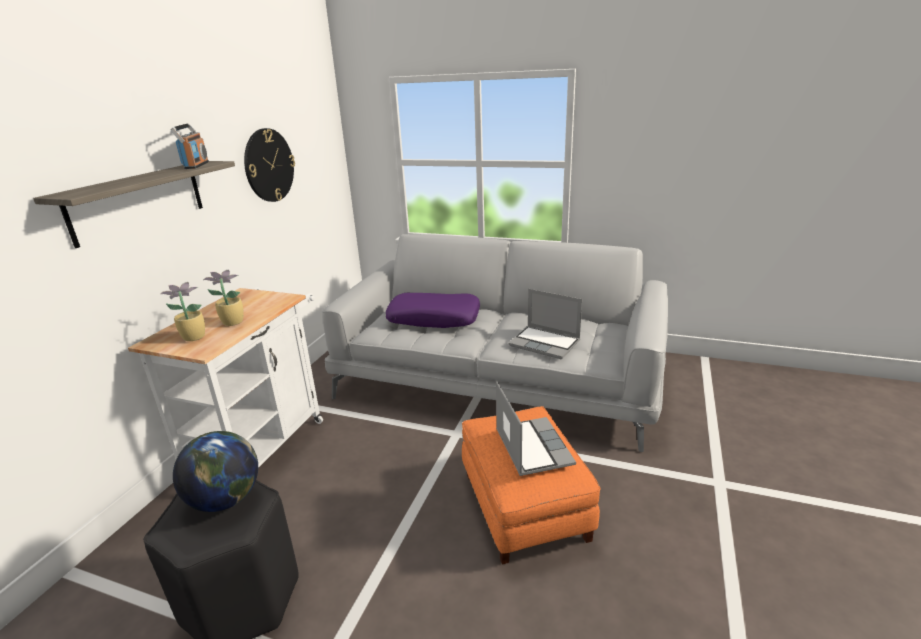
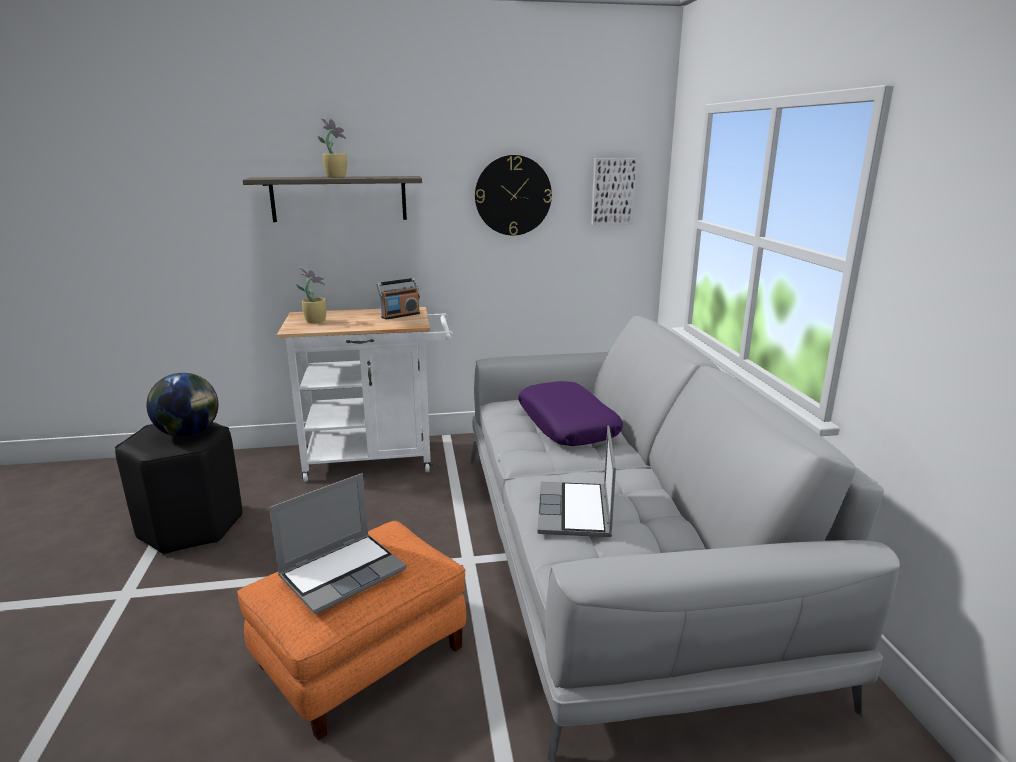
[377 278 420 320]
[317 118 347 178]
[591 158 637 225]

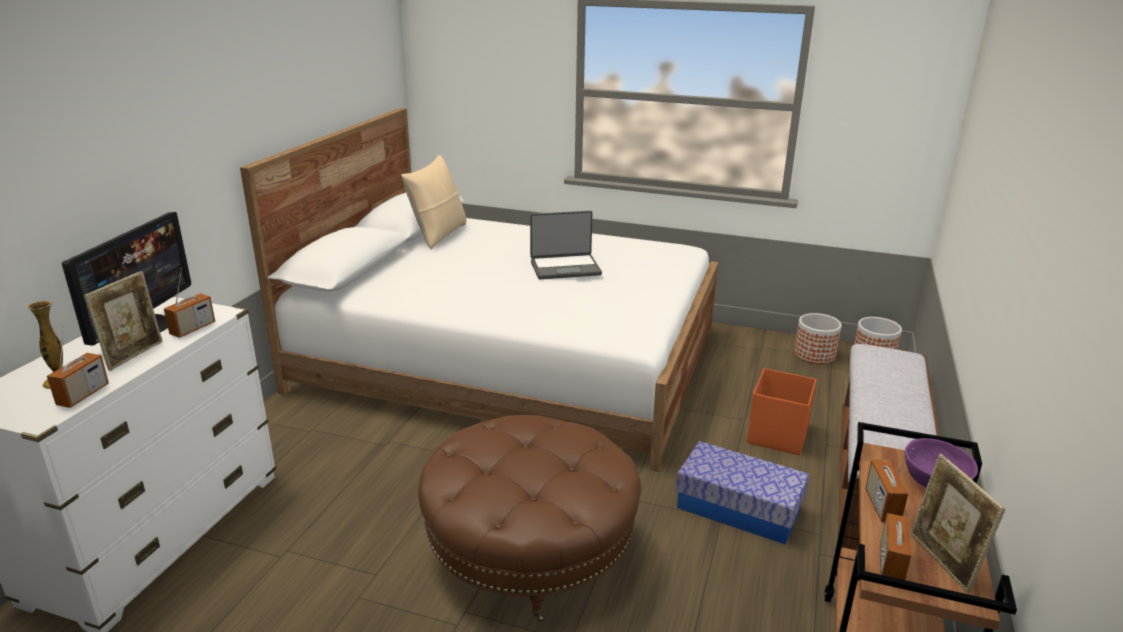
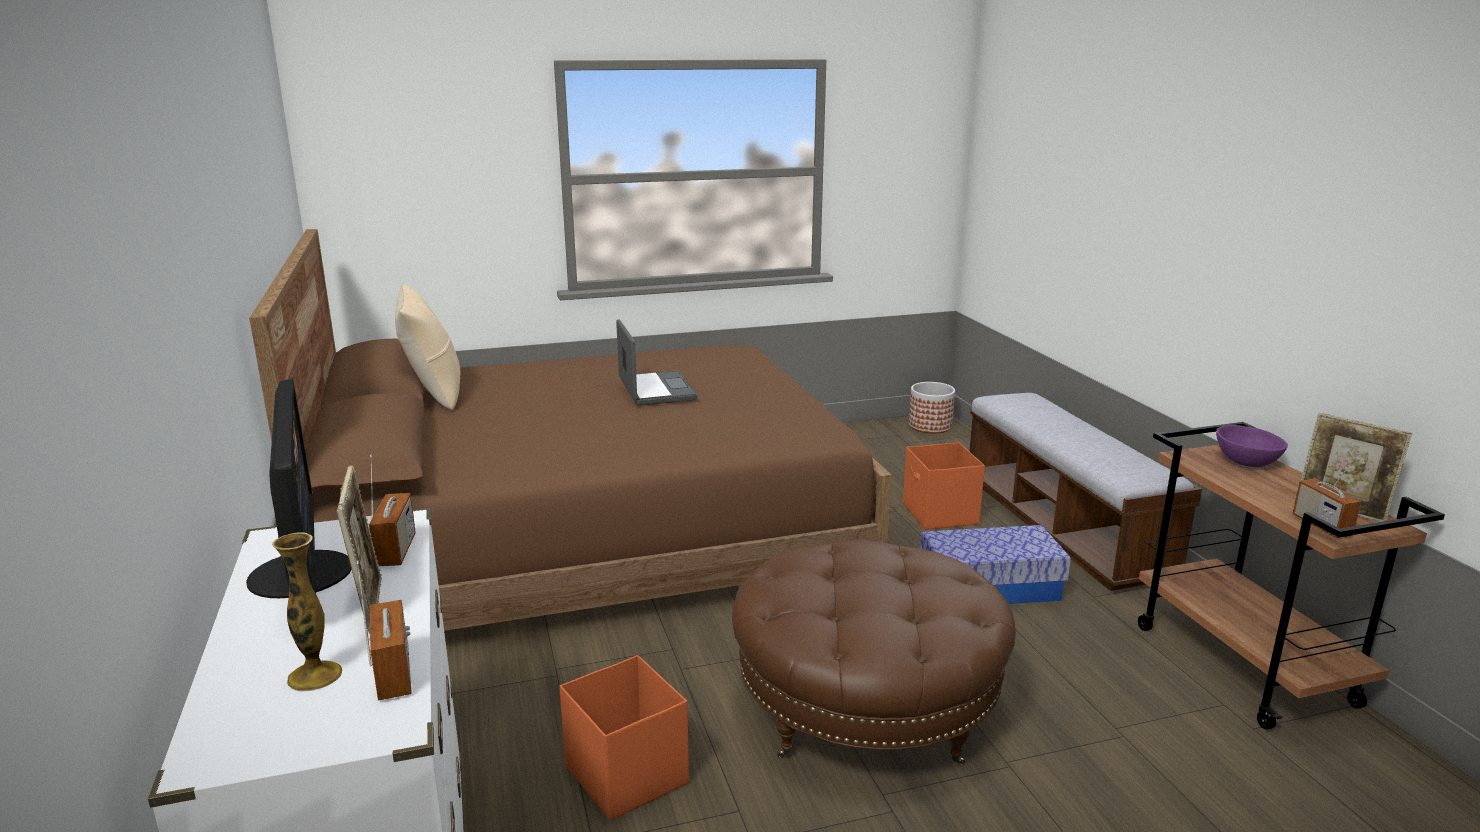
[249 229 891 631]
[616 320 698 406]
[794 313 842 364] (first image)
[865 448 914 522] (first image)
[559 655 689 821]

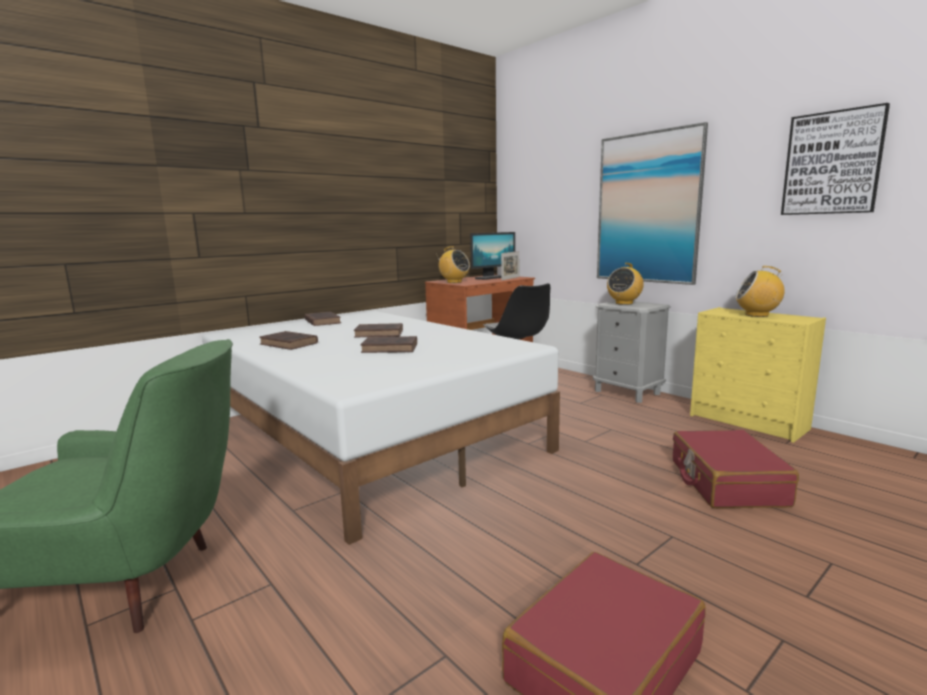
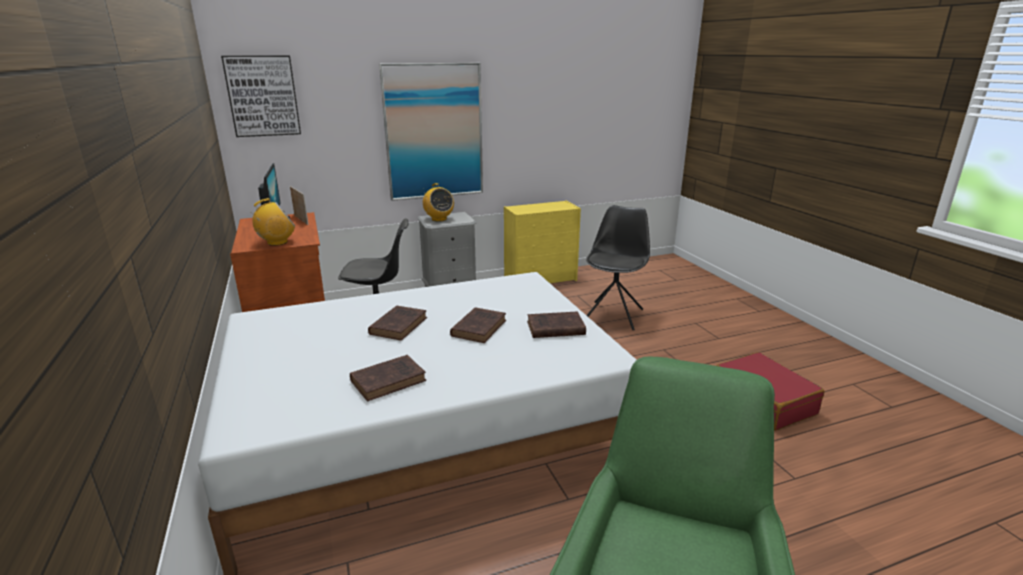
[527 312 586 338]
[586 205 650 330]
[735 266 785 317] (first image)
[221 55 301 137]

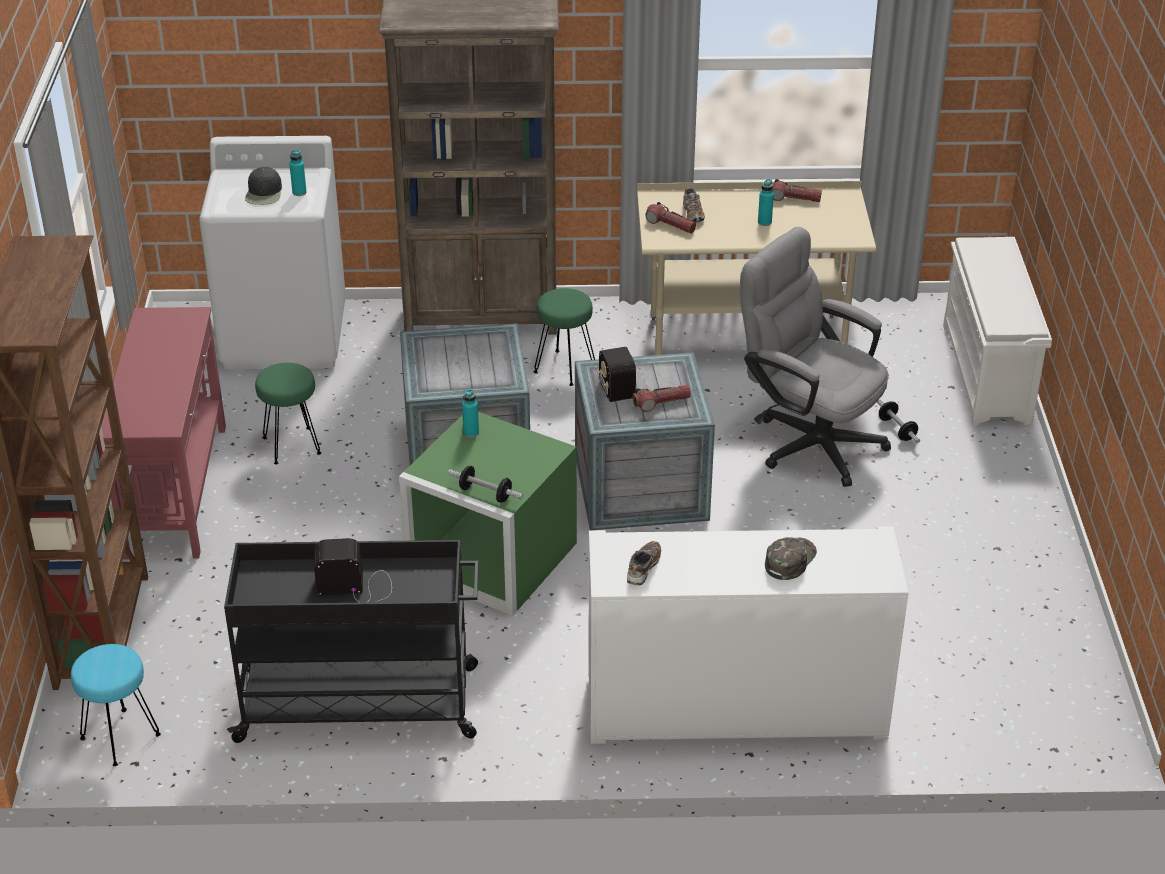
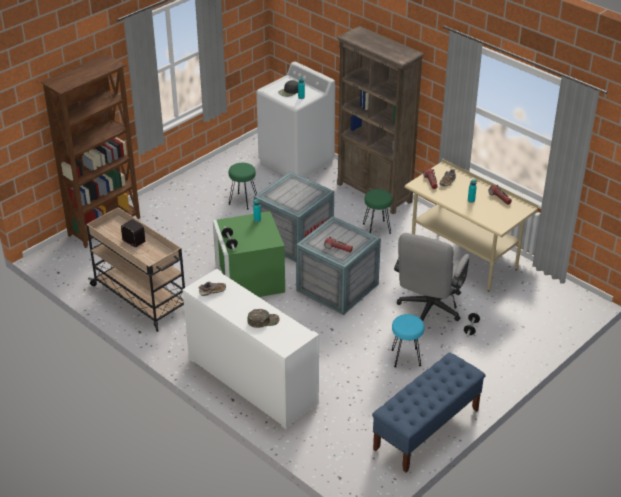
[391 314 424 367]
[101 307 226 560] (first image)
[86 207 185 332]
[593 347 643 402] (first image)
[394 233 469 321]
[943 237 1052 426] (first image)
[372 352 486 472]

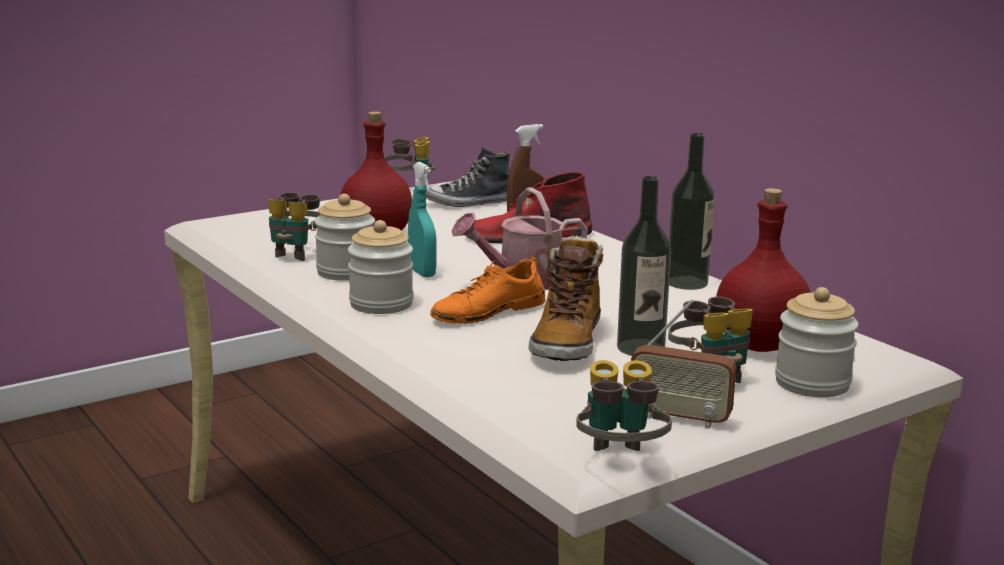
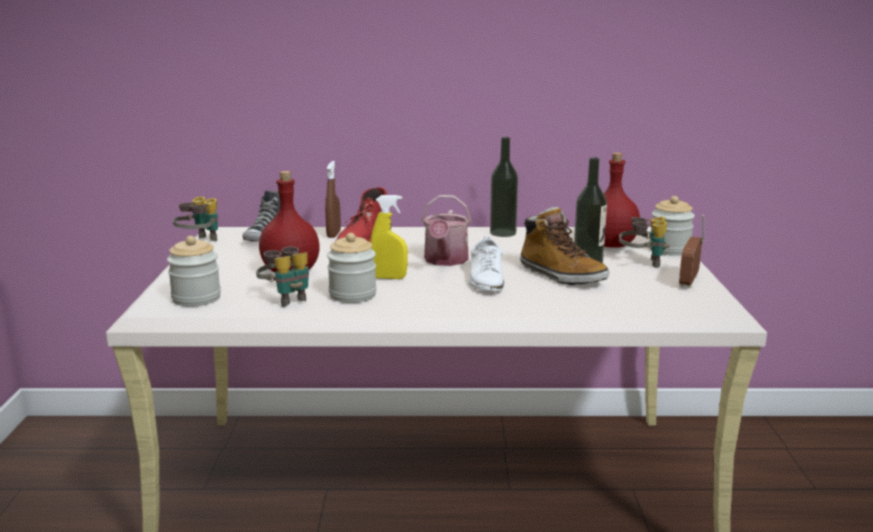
[167 236 221 307]
[370 195 408 279]
[469 236 504 291]
[576 360 672 451] (first image)
[679 215 705 288]

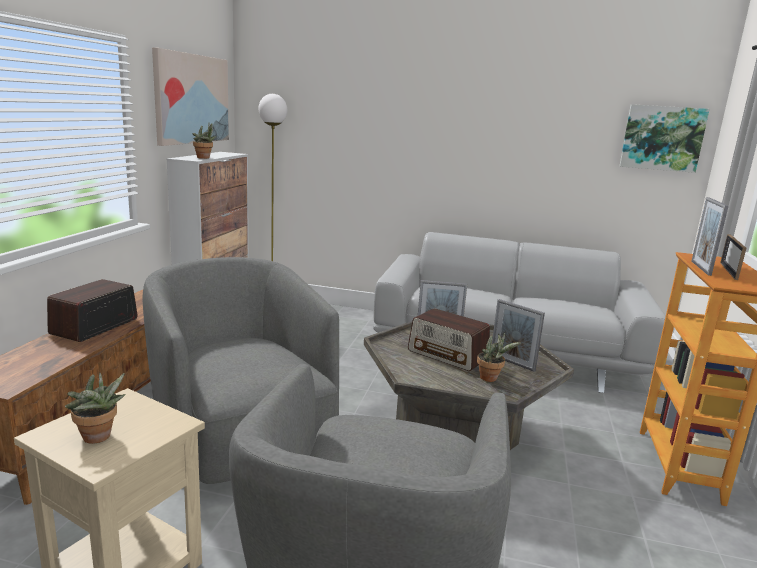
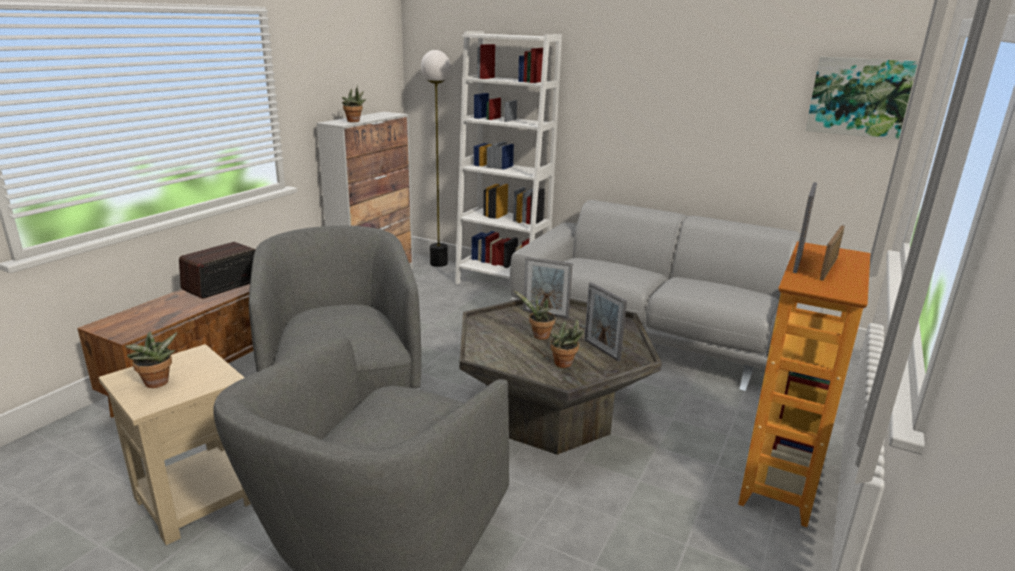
[152 47 229 146] (first image)
[513 290 555 340]
[455 31 562 284]

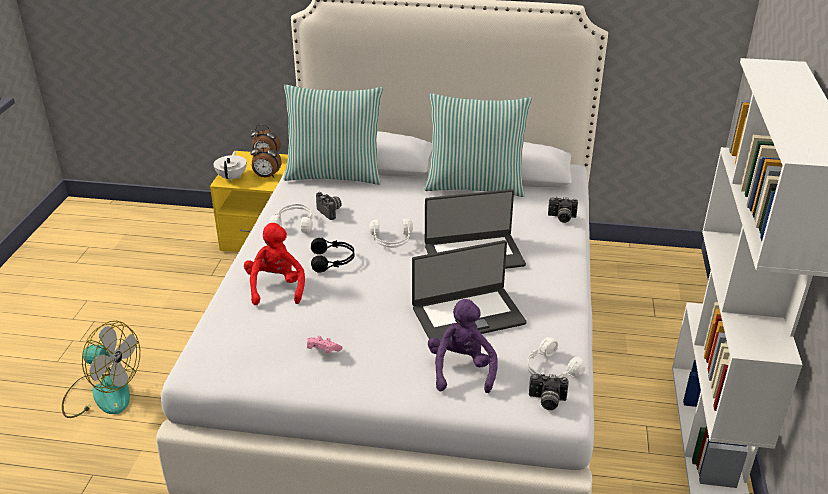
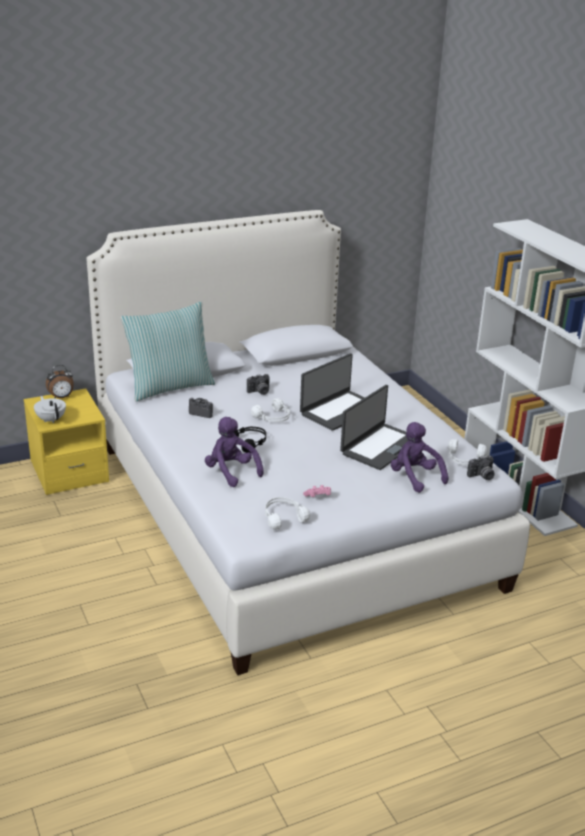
[62 321 140 418] (first image)
[205 417 264 487]
[250 142 282 177] (first image)
[265 497 310 530]
[424 93 532 197] (first image)
[247 374 270 395]

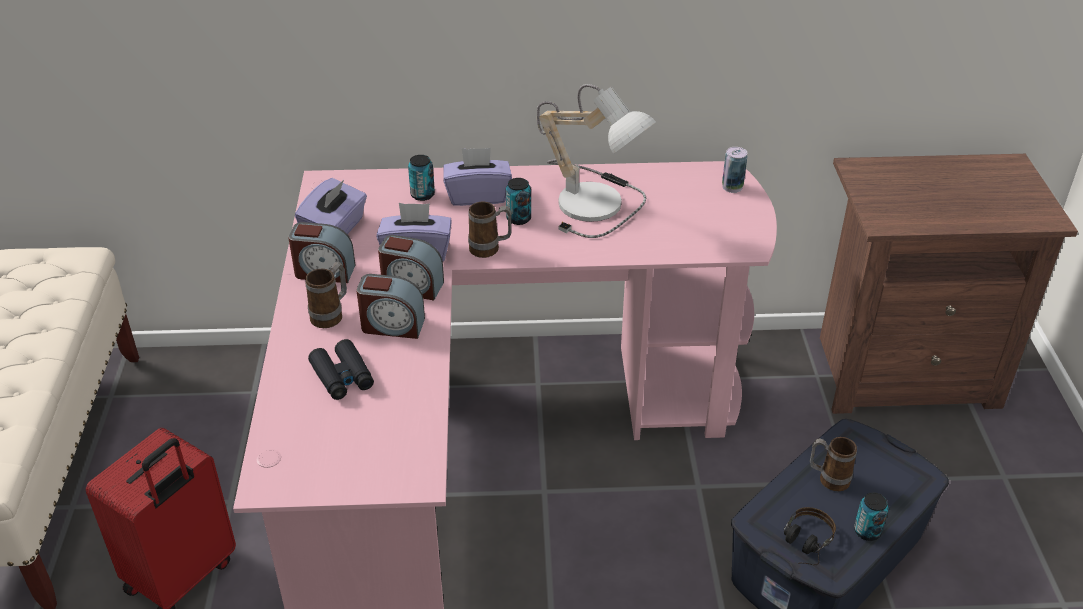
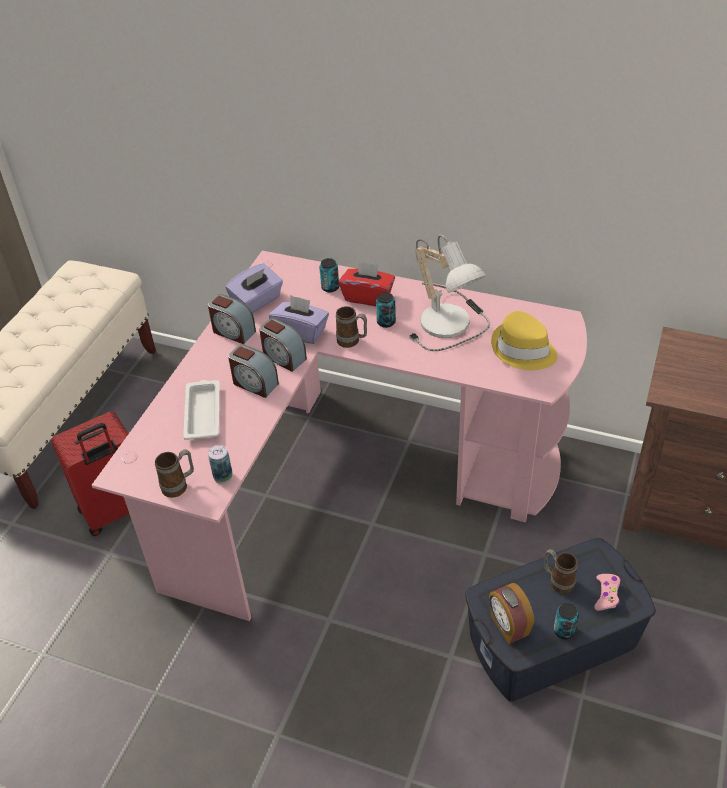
[155 449 194 498]
[183 380 220 440]
[339 261 395 306]
[208 445 233 484]
[489 583 534 644]
[491 311 558 370]
[594 574 621 611]

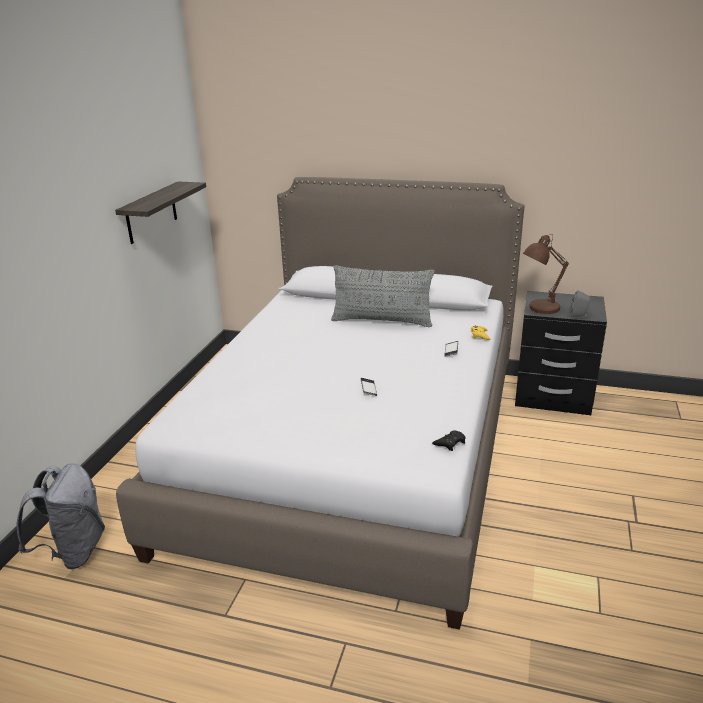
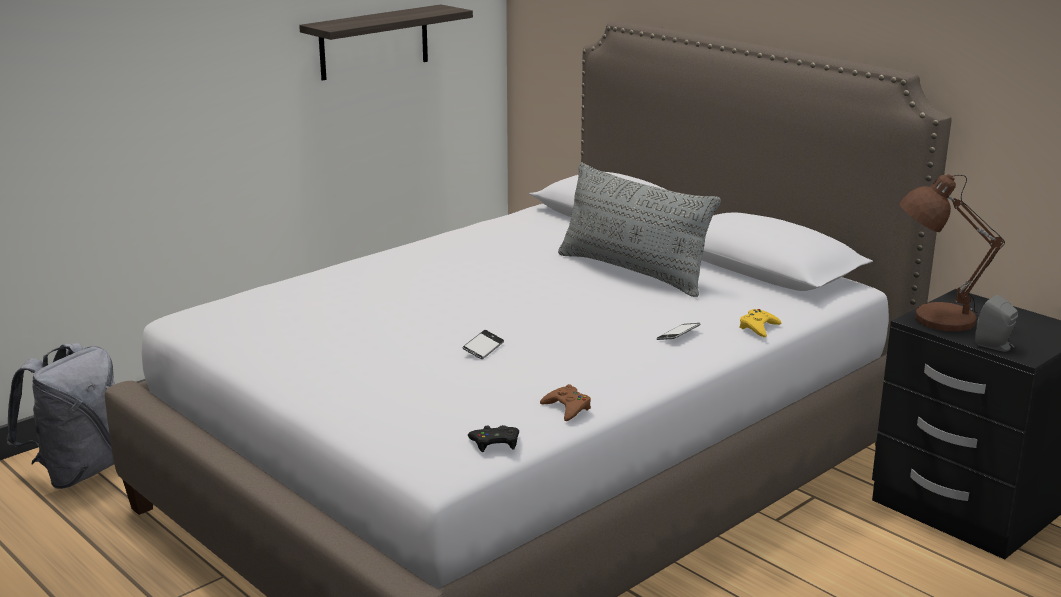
[540 384 591 421]

